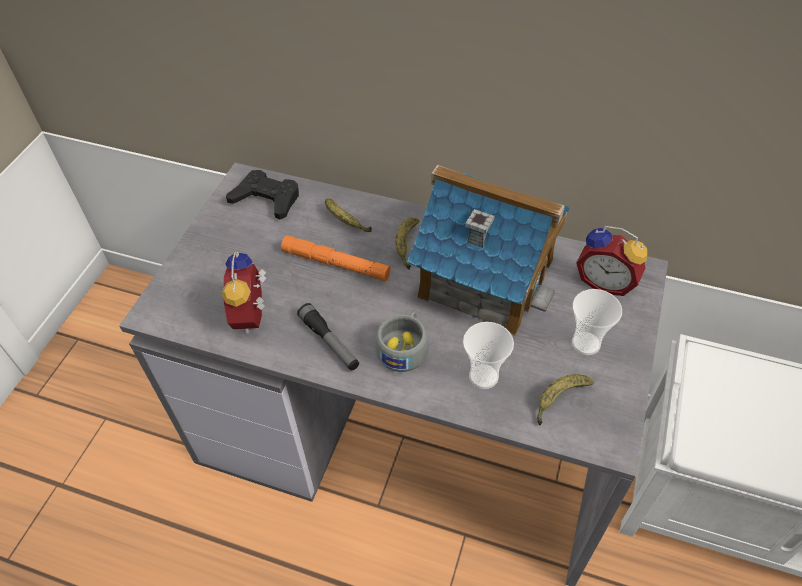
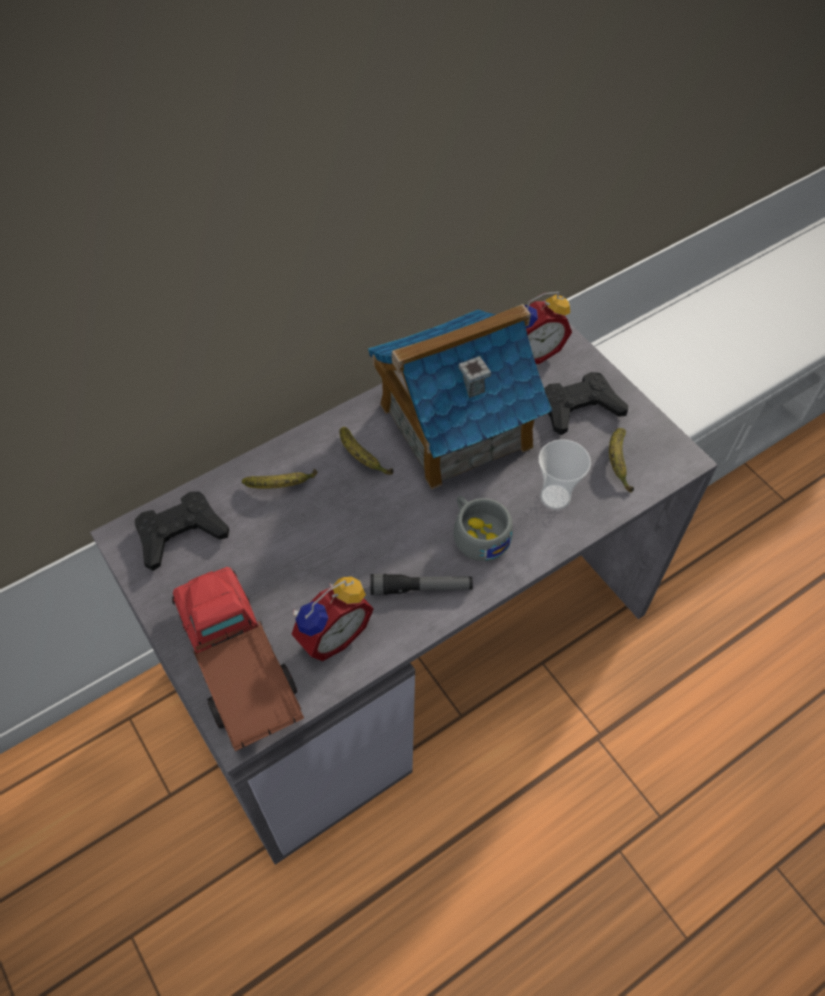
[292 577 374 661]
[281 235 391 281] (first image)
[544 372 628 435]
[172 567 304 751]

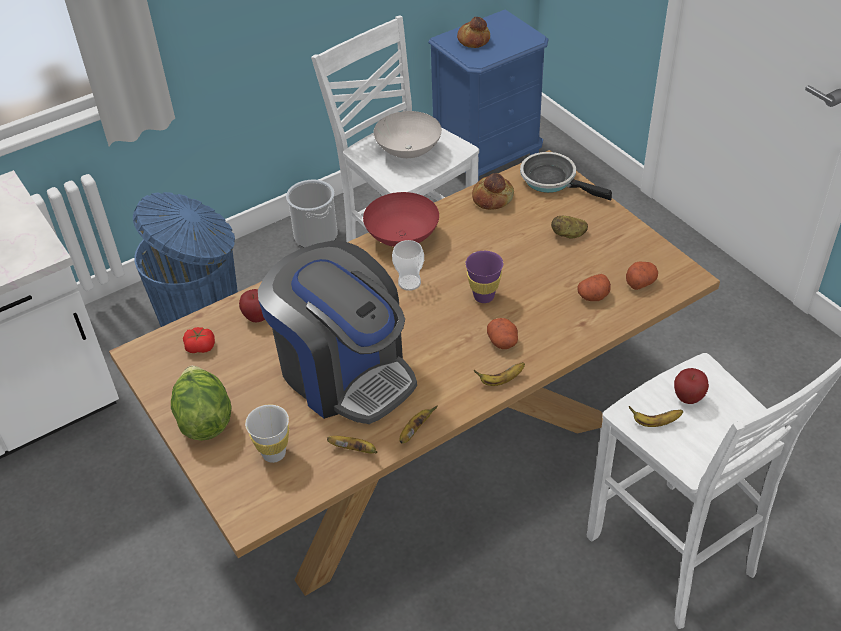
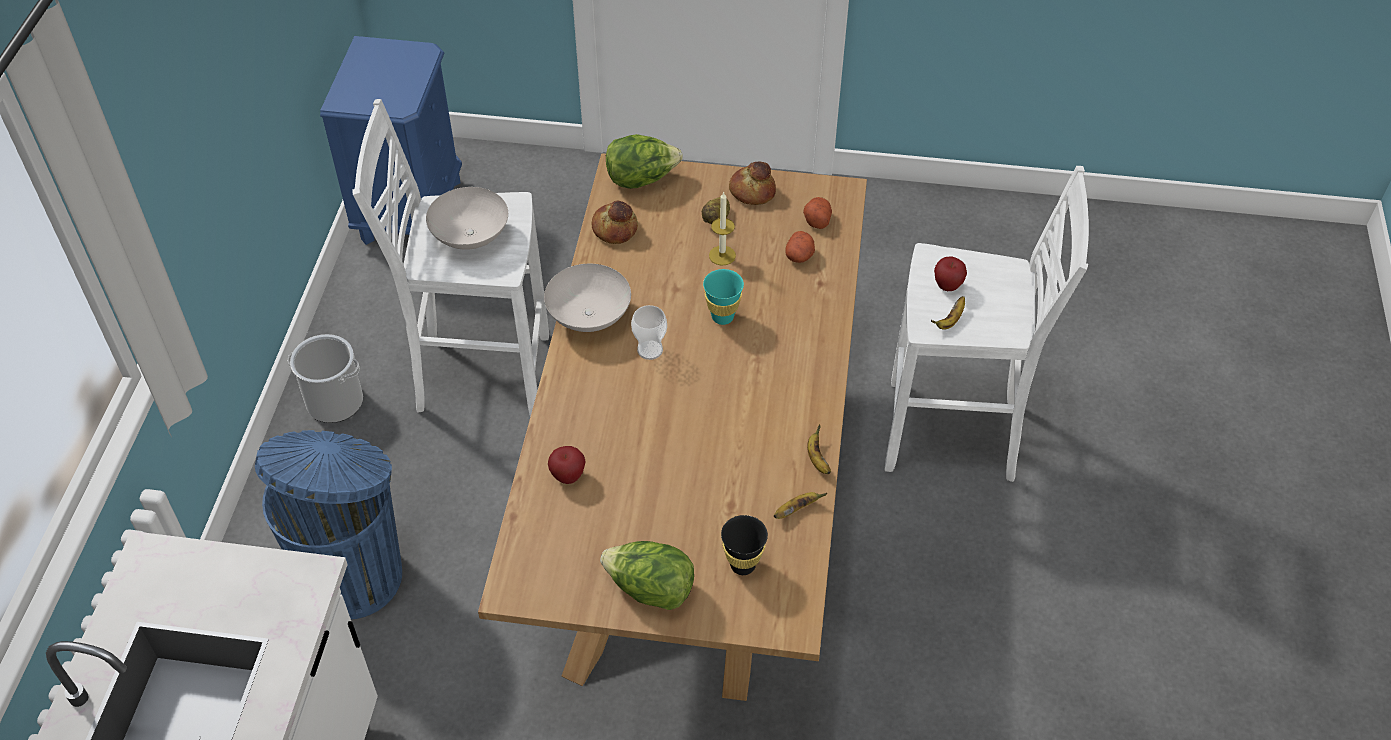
[183 327 215 353] (first image)
[721 515 768 575]
[258 241 417 424] (first image)
[544 264 631 332]
[729 162 776 205]
[703 269 744 325]
[473 362 525 386] (first image)
[487 318 518 349] (first image)
[606 134 683 189]
[709 191 736 265]

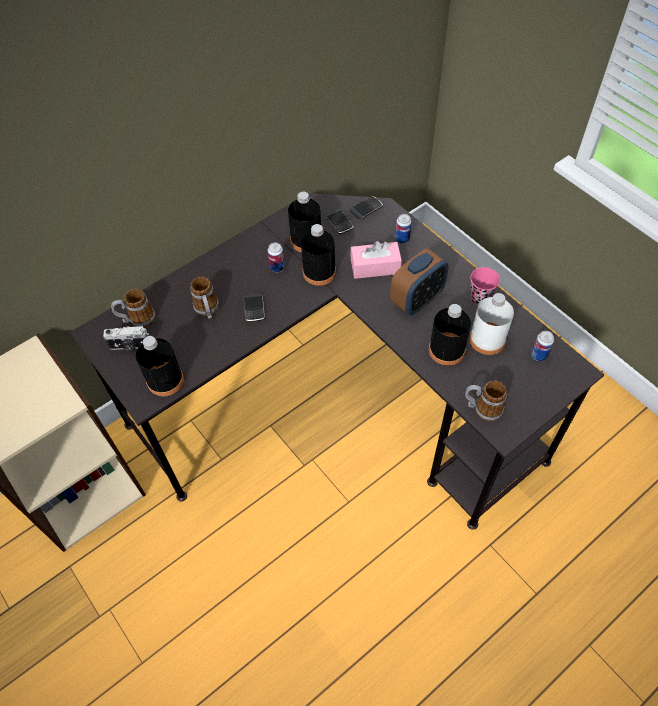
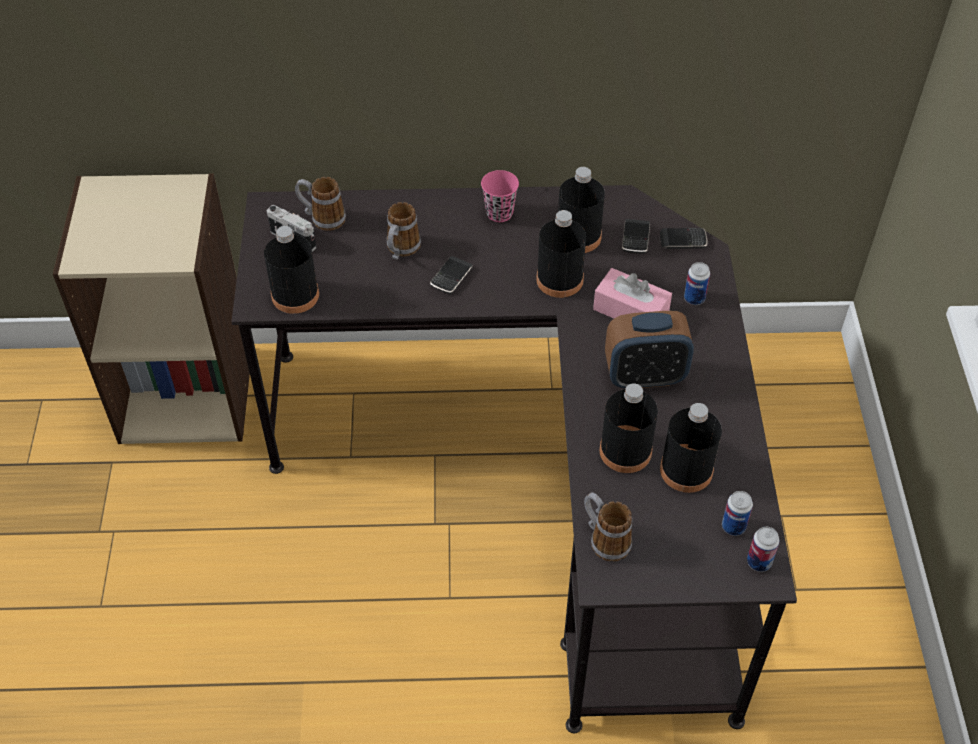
[747 527 780 572]
[660 403 722 493]
[481 170 519 222]

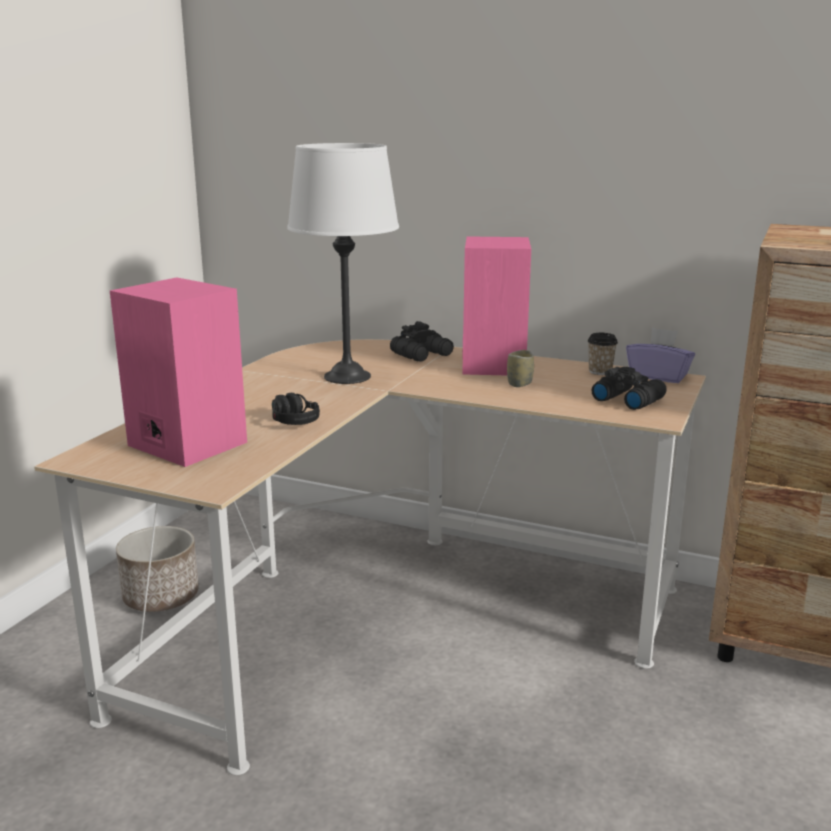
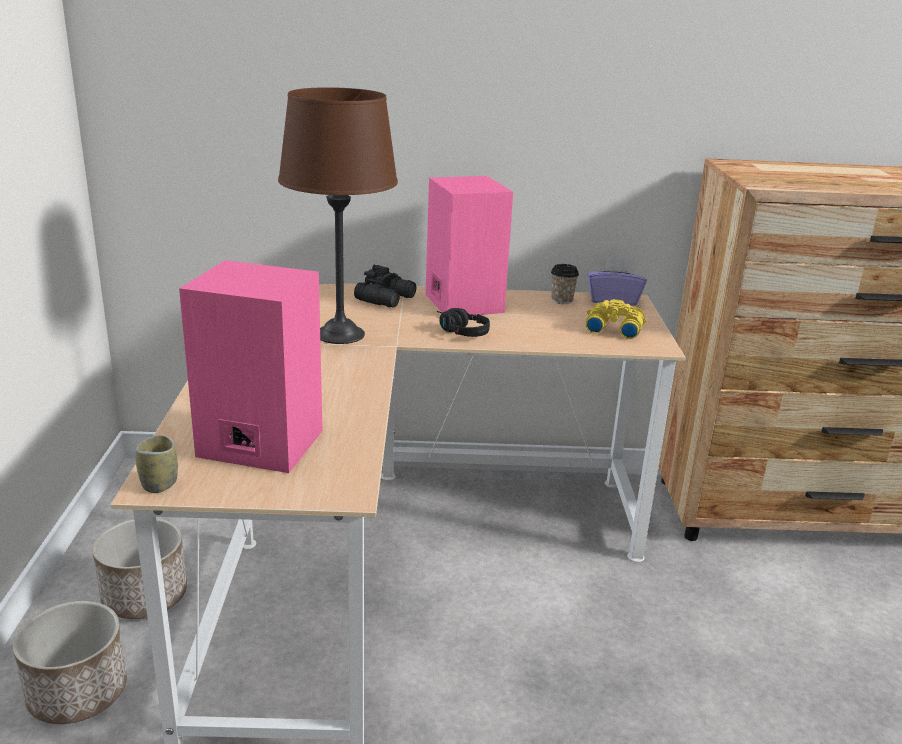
[437 308 490 337]
[278 87 398 344]
[136 435 178 493]
[586 299 647 339]
[13 601 127 724]

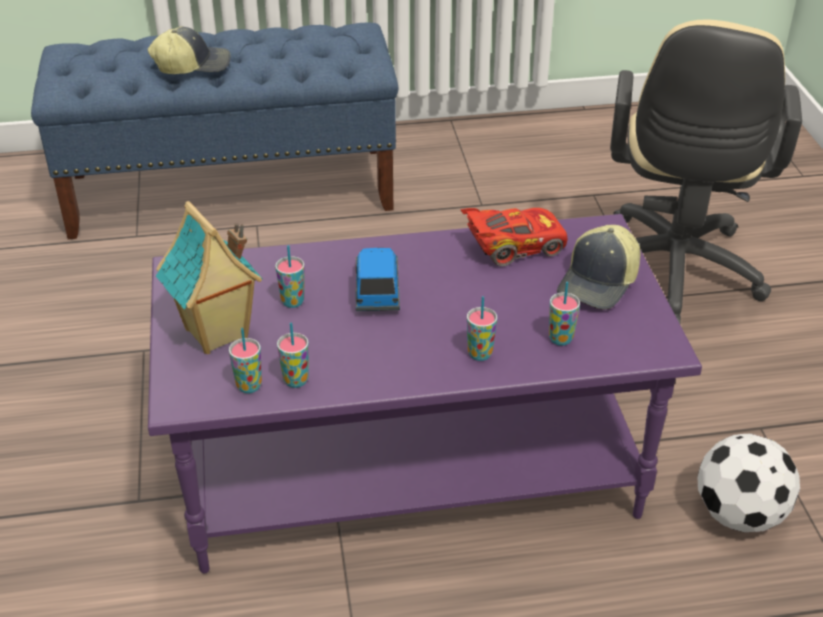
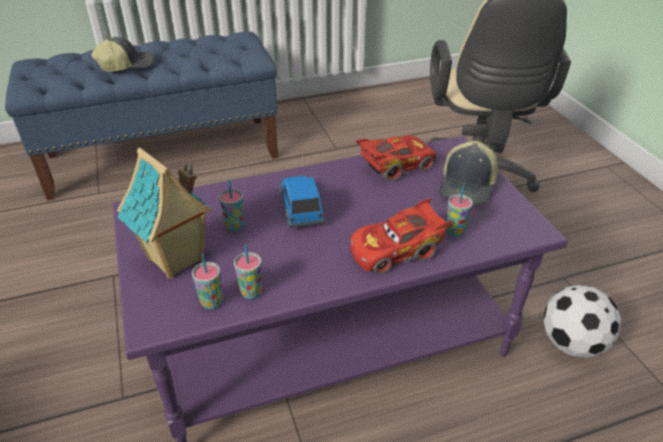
[350 198 452 274]

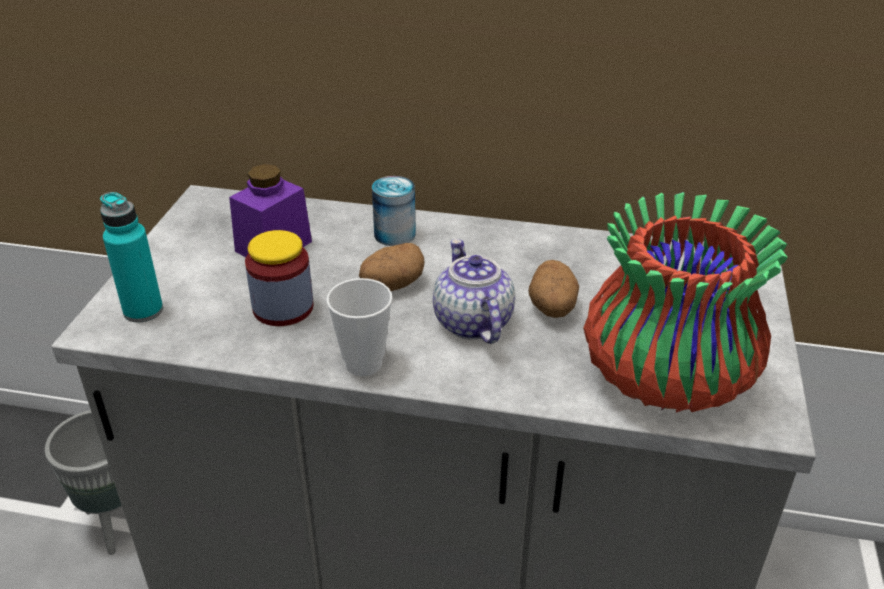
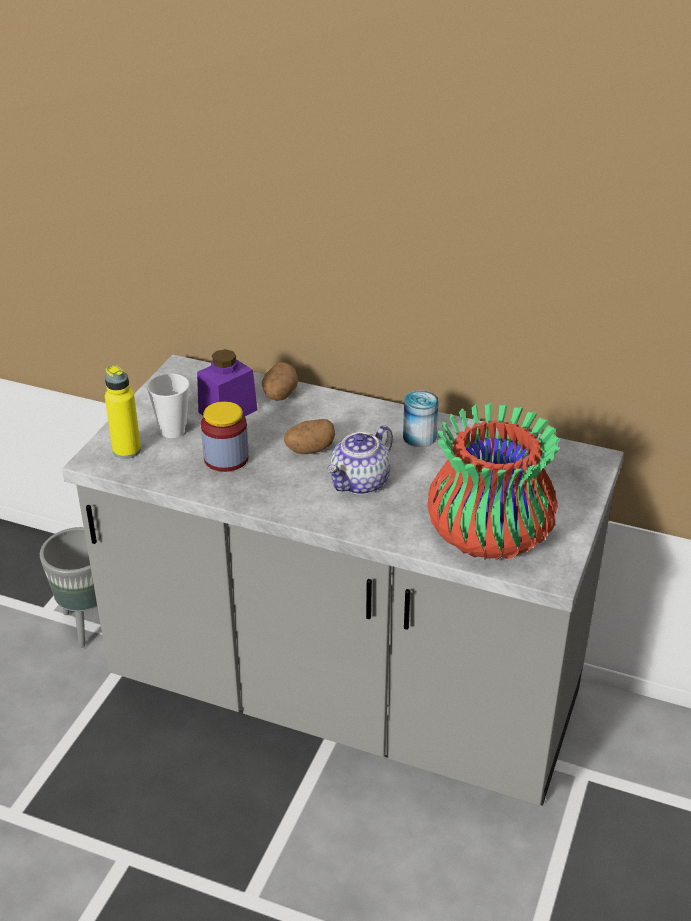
[105 365 141 459]
[147 374 189 438]
[403 390 438 447]
[327 425 393 495]
[262 362 298 401]

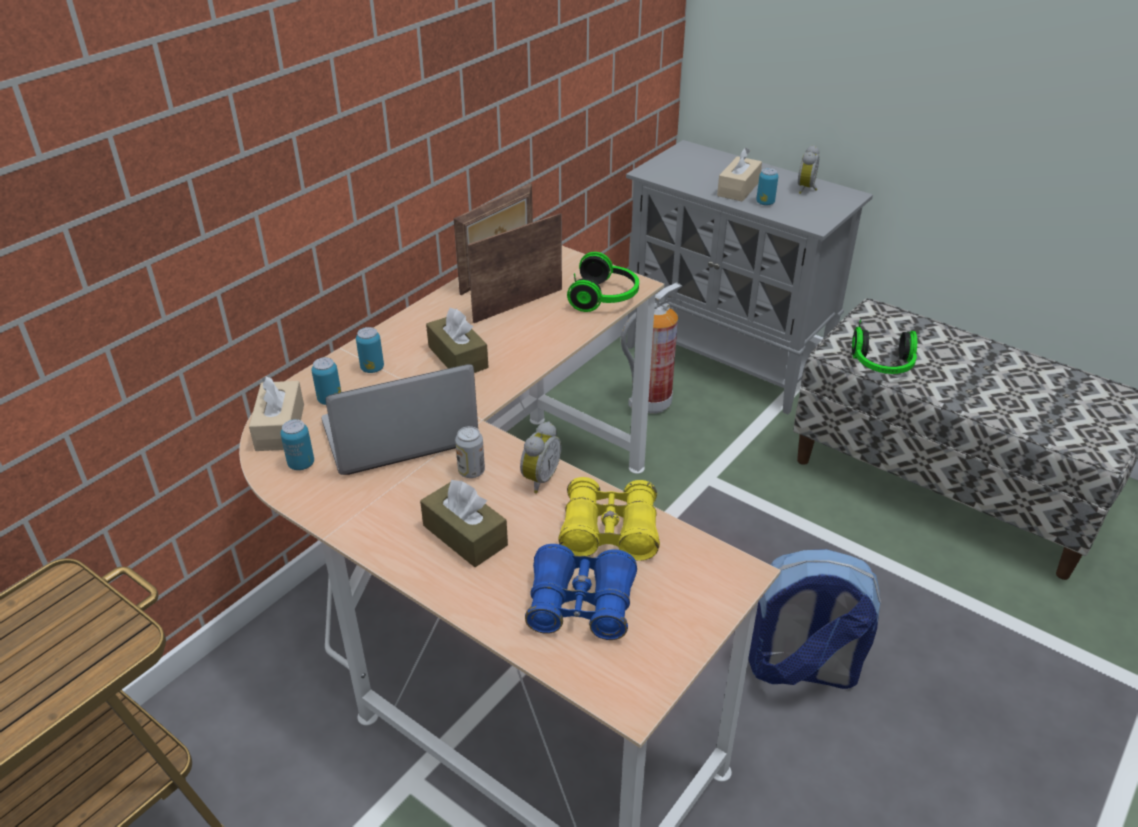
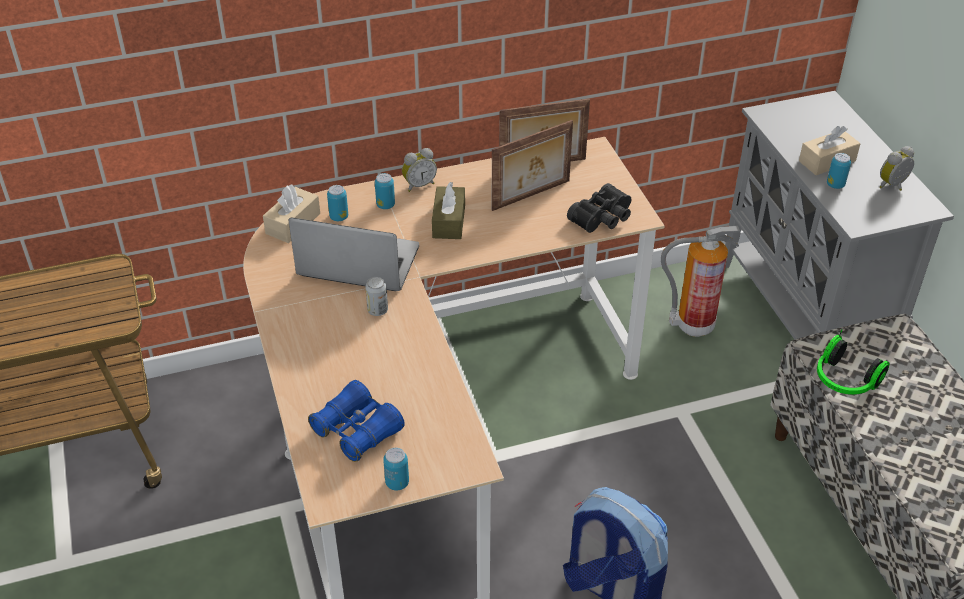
[383 448 409 491]
[420 480 508 567] (first image)
[491 120 573 211]
[402 148 437 192]
[558 477 660 561] (first image)
[567 183 631 233]

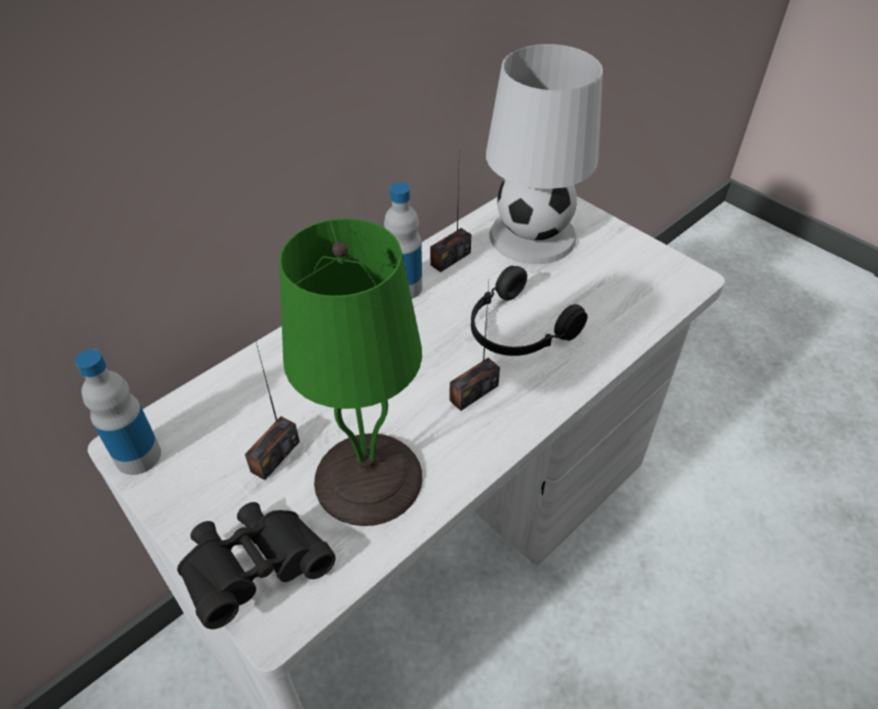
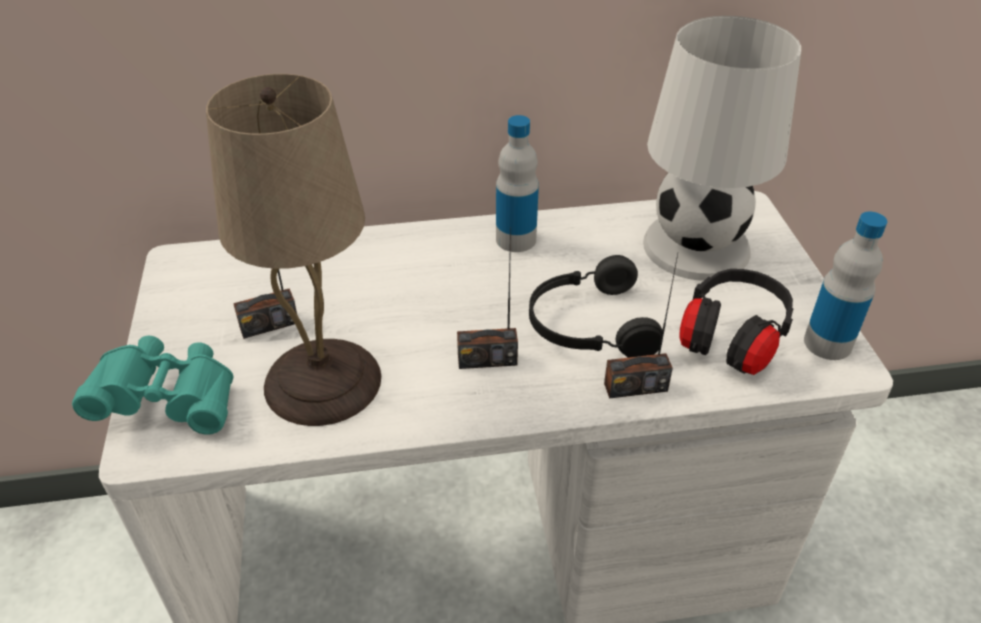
[804 212 887 360]
[72 336 233 435]
[206 74 381 426]
[604 254 678 398]
[679 269 794 375]

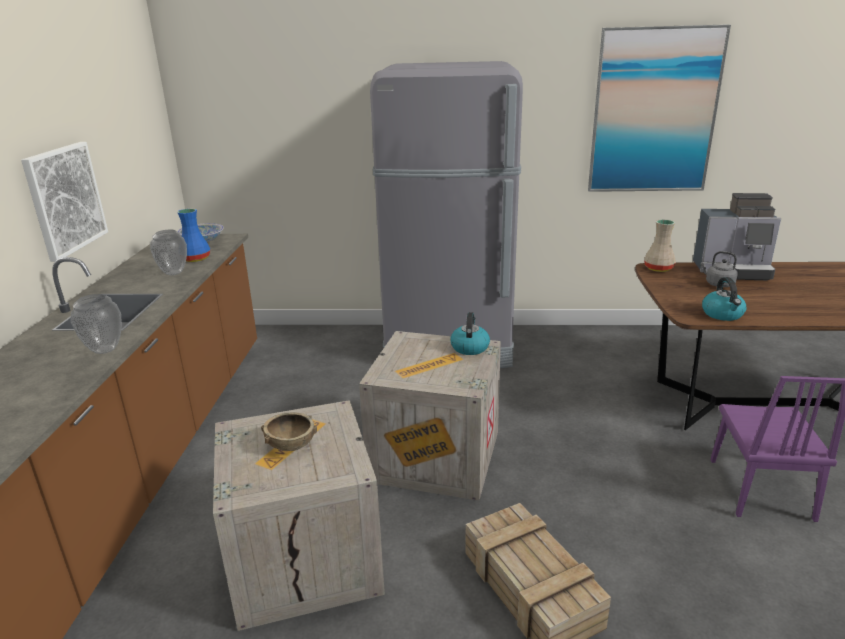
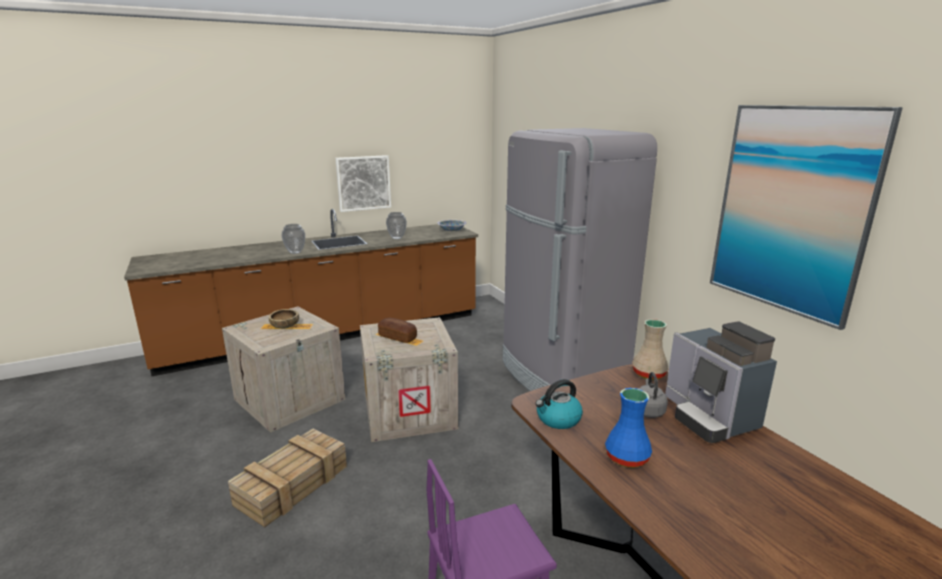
[605 388 652 468]
[450 312 490 355] (first image)
[378 318 417 343]

